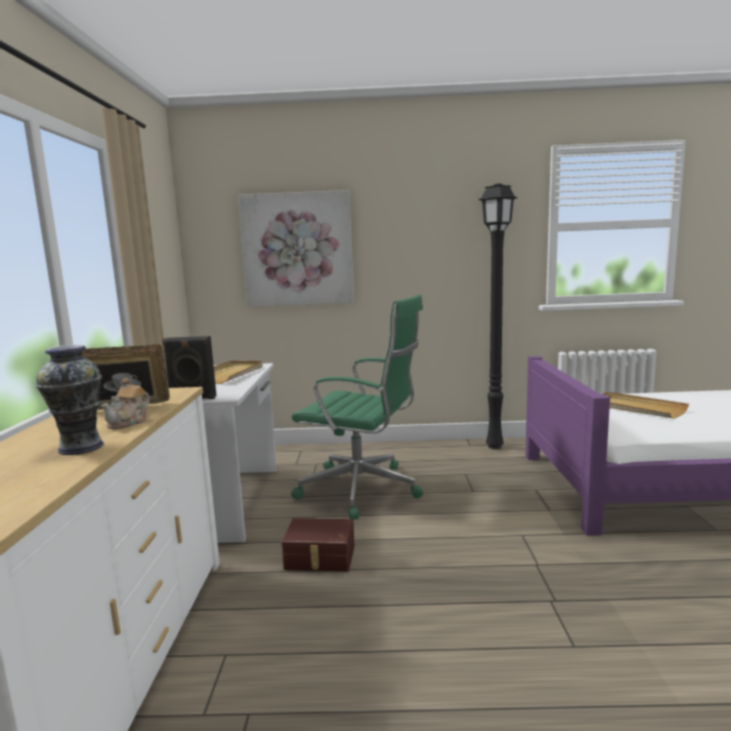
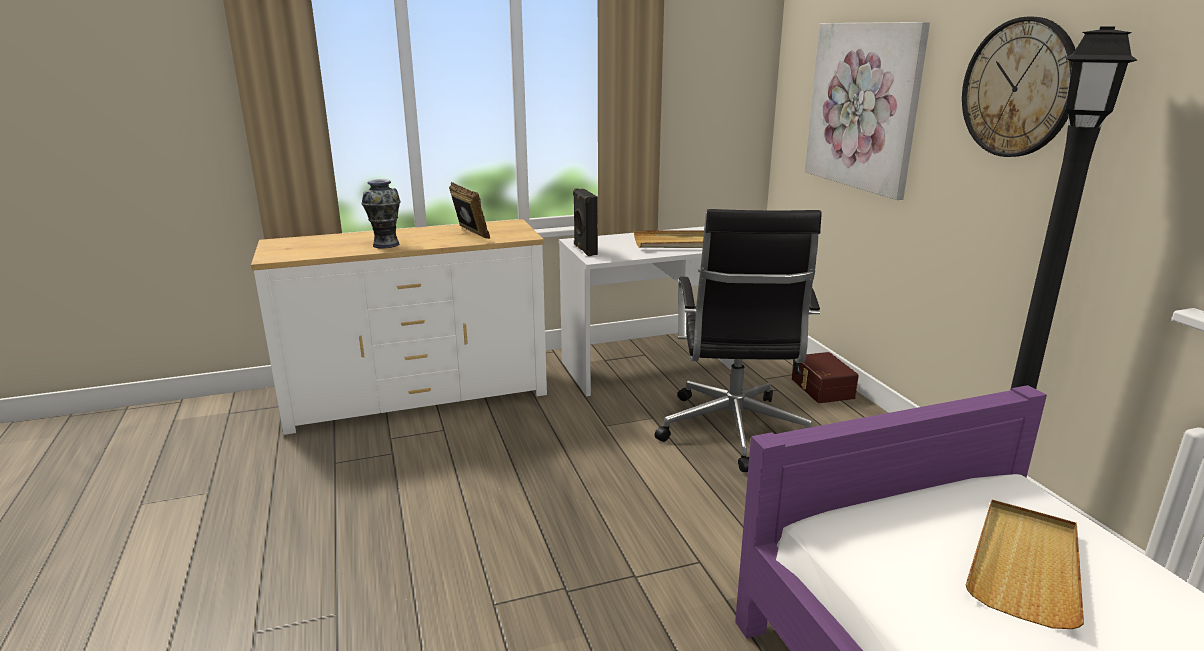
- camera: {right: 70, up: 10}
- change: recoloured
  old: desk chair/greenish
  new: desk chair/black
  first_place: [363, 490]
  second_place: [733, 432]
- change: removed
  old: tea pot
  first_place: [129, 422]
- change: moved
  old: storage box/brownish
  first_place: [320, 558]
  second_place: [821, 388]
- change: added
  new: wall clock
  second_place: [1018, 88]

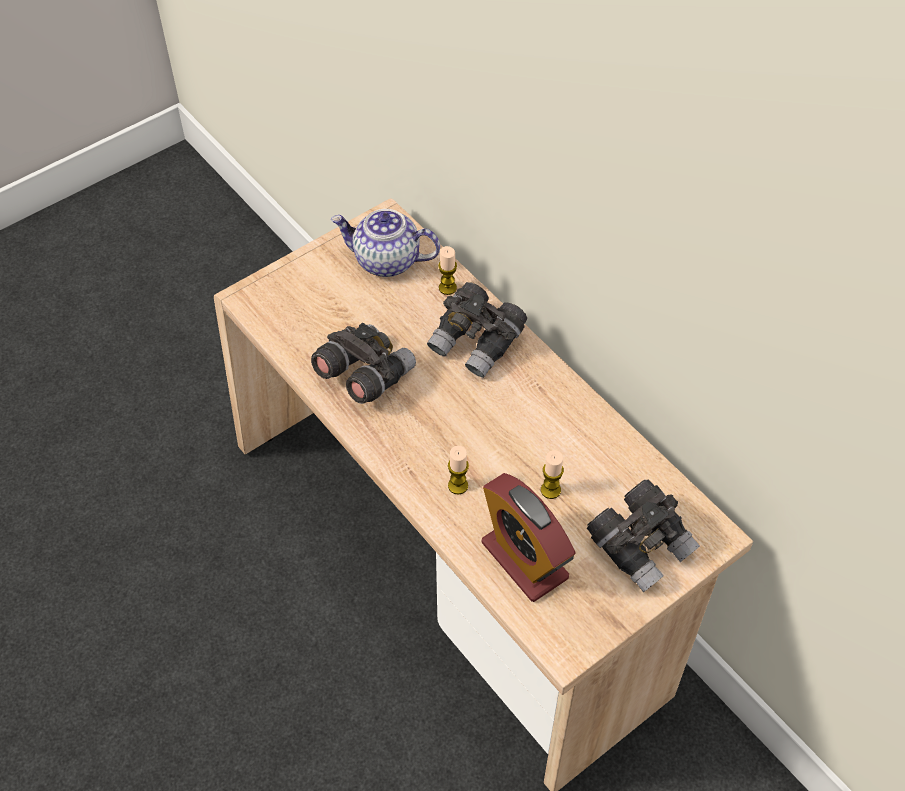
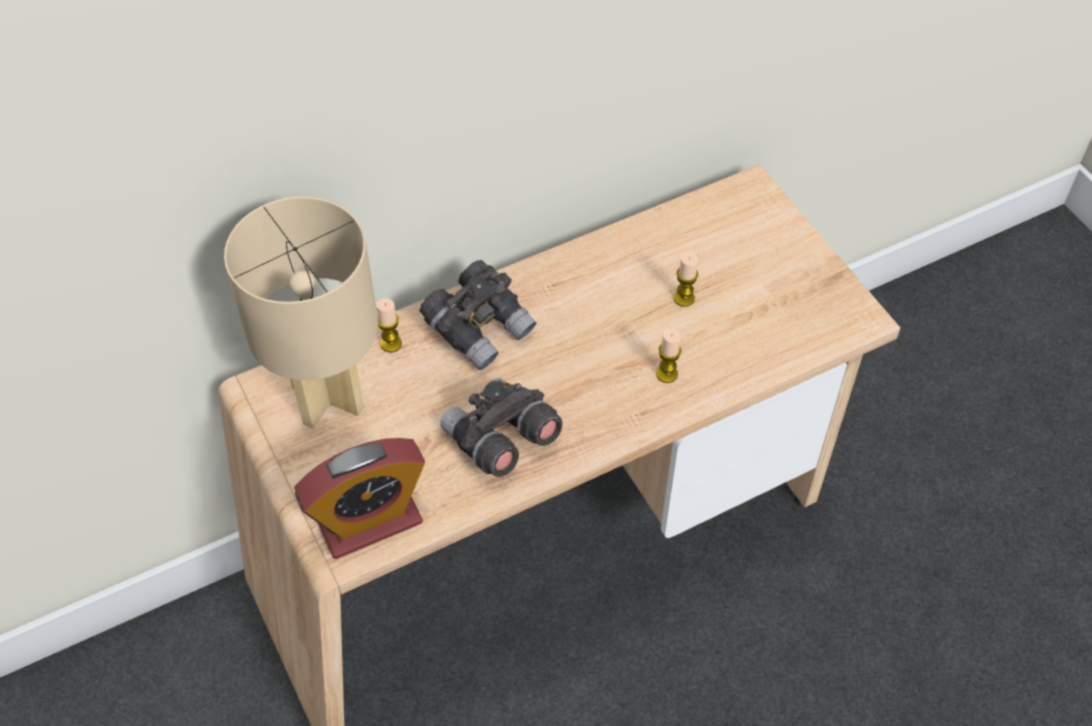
- camera: {right: -80, up: 0}
- change: replaced
  old: tea pot
  new: table lamp/beige-coloured
  first_place: [386, 261]
  second_place: [330, 398]
- change: moved
  old: table clock
  first_place: [524, 560]
  second_place: [369, 521]
- change: removed
  old: binoculars/gray
  first_place: [641, 545]

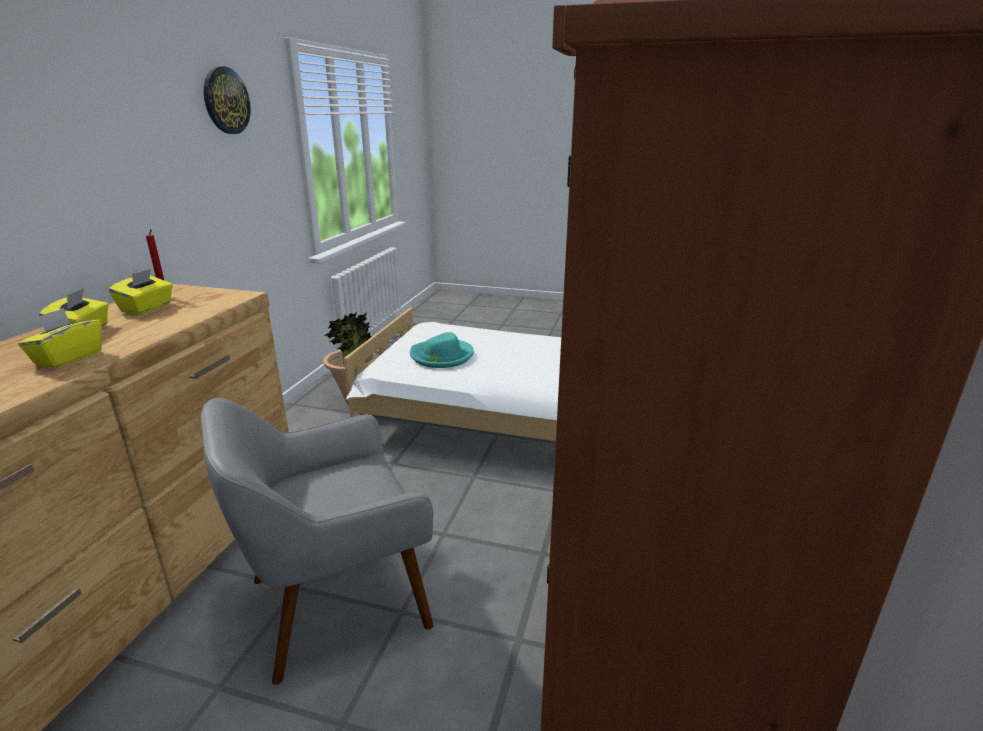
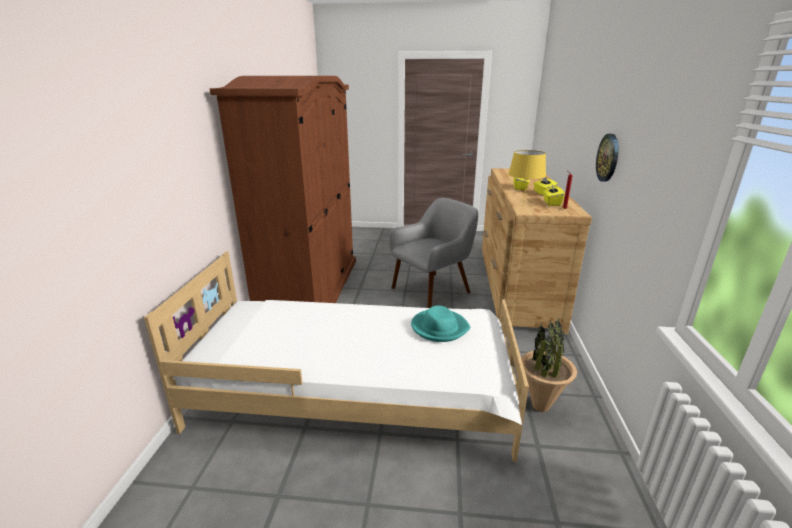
- camera: {right: 170, up: 0}
- change: moved
  old: wall clock
  first_place: [226, 101]
  second_place: [608, 158]
- change: added
  new: table lamp/yellow
  second_place: [523, 207]

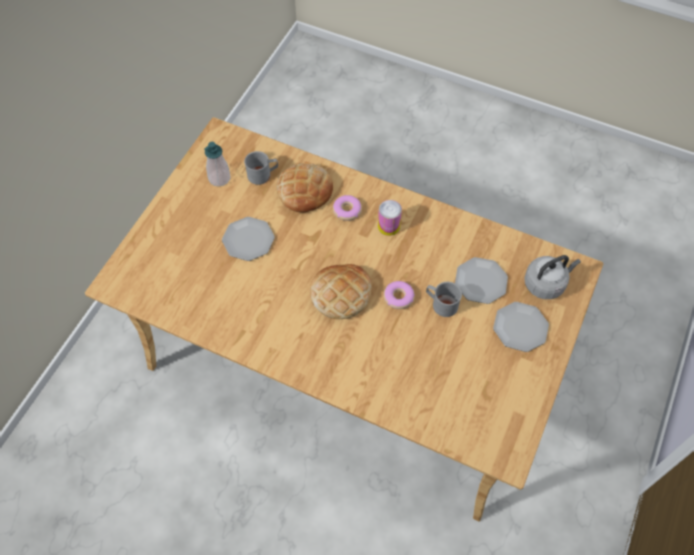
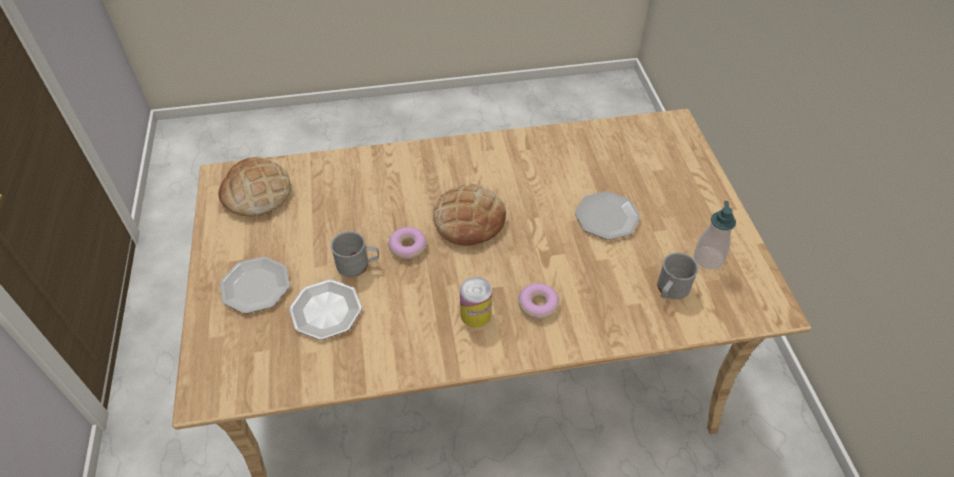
- camera: {right: 145, up: -10}
- change: moved
  old: bakery bread
  first_place: [304, 190]
  second_place: [256, 192]
- change: removed
  old: kettle/gray
  first_place: [546, 283]

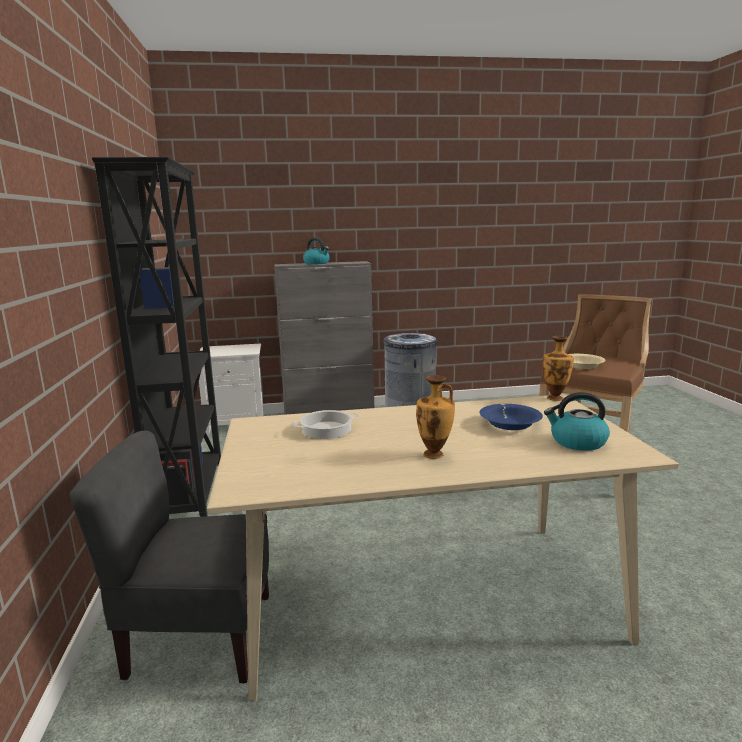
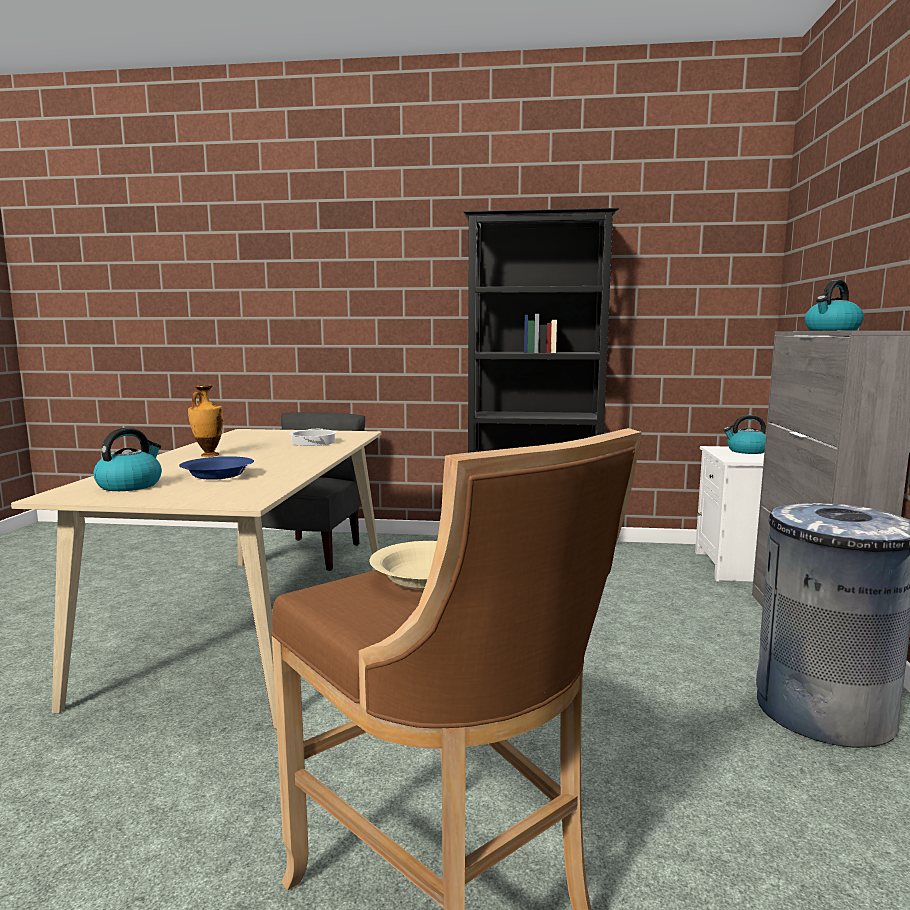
- camera: {right: 105, up: -5}
- change: removed
  old: flower vase
  first_place: [555, 398]
- change: added
  new: kettle
  second_place: [746, 451]

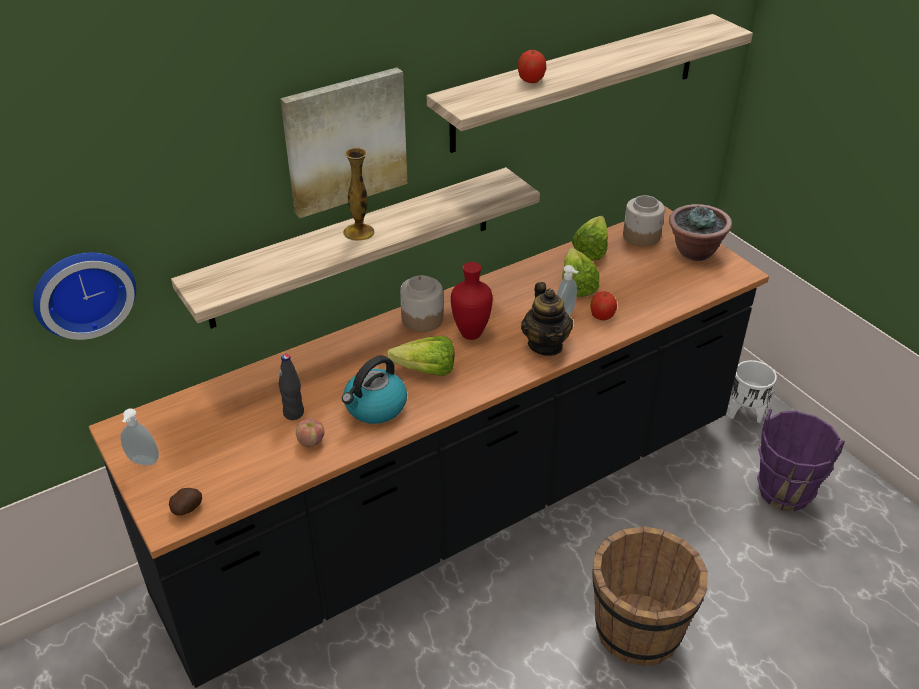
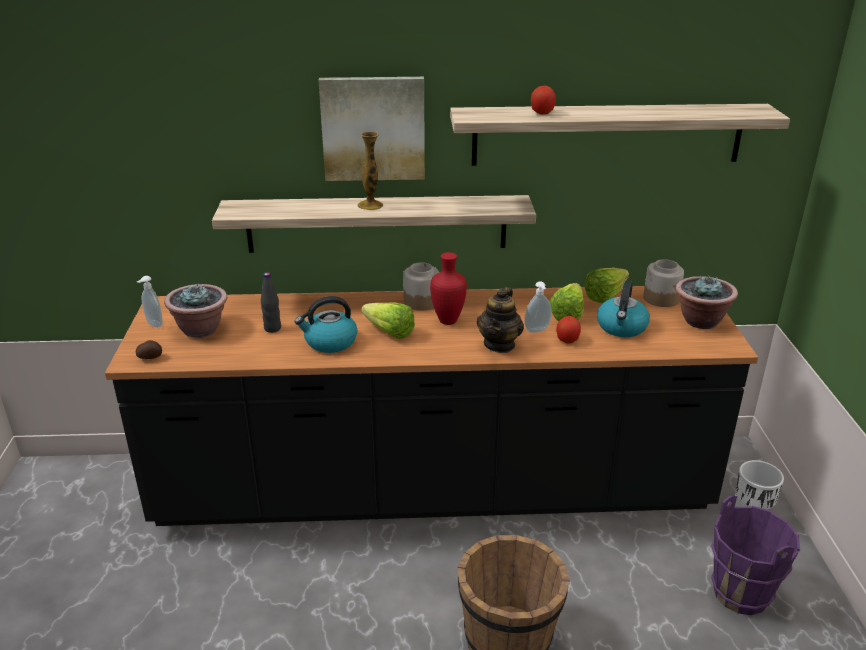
- camera: {right: 30, up: -10}
- change: removed
  old: wall clock
  first_place: [83, 291]
- change: removed
  old: apple
  first_place: [311, 441]
- change: added
  new: kettle
  second_place: [622, 328]
- change: added
  new: plant in a pot
  second_place: [201, 329]

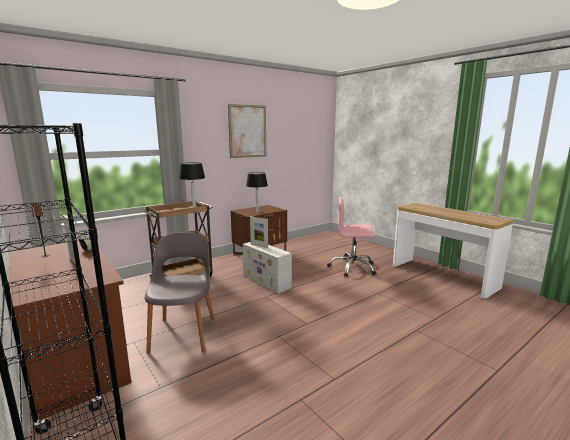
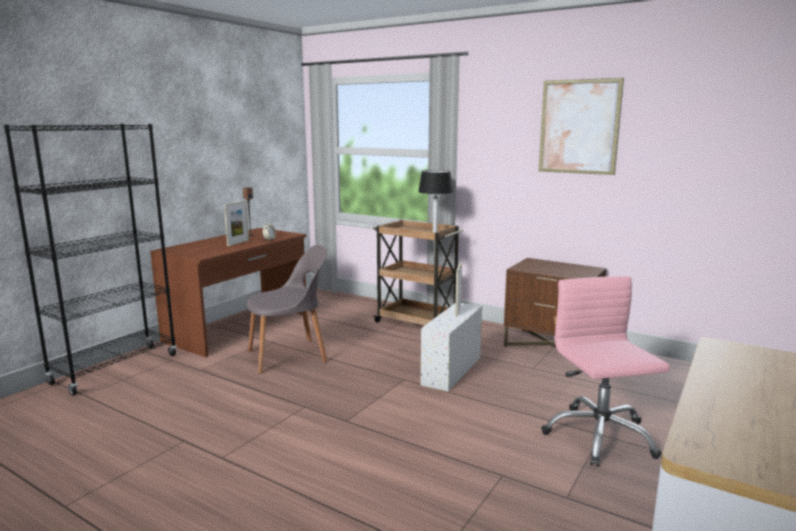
- camera: {right: 70, up: 0}
- change: removed
  old: table lamp/black
  first_place: [257, 211]

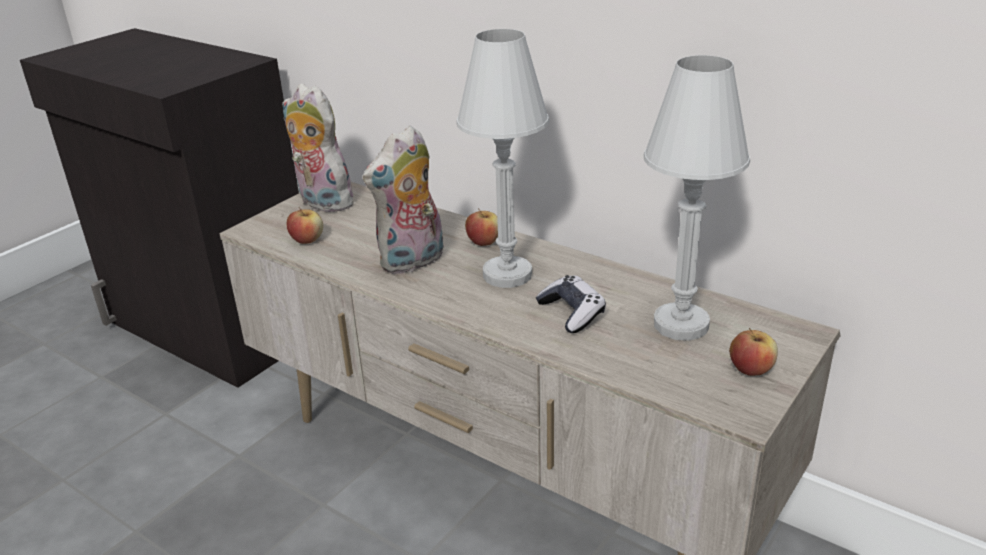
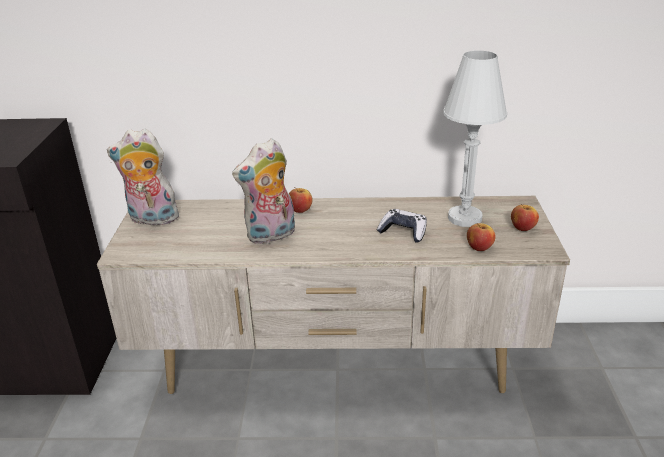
- camera: {right: -35, up: 0}
- change: removed
  old: table lamp/white-coloured
  first_place: [507, 275]
- change: turned
  old: plush toy
  first_place: [413, 262]
  second_place: [271, 236]
  degrees: 45
- change: moved
  old: apple
  first_place: [307, 240]
  second_place: [479, 247]

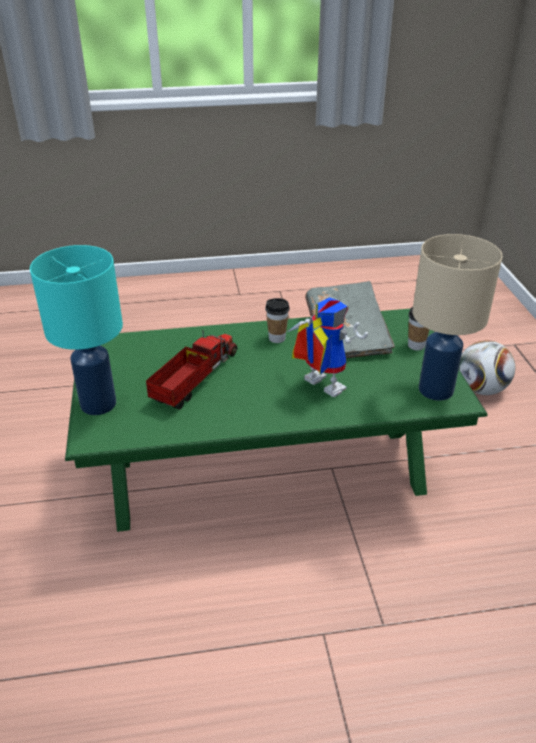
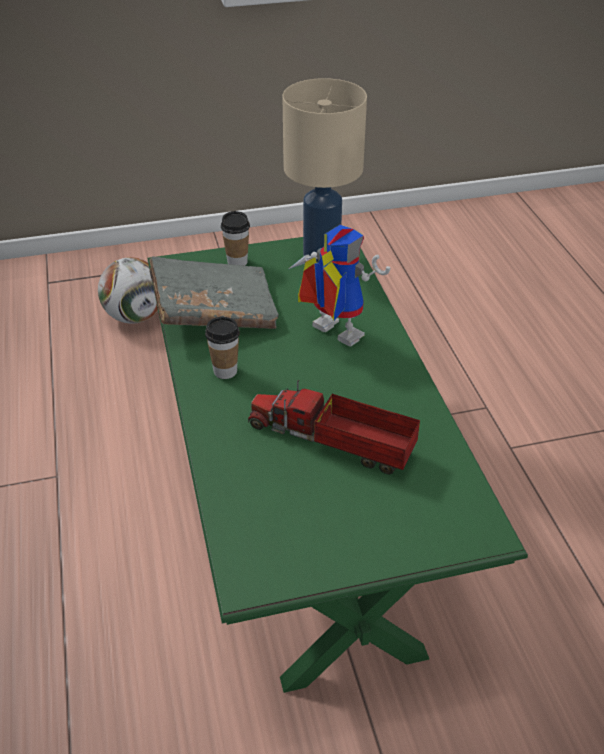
- camera: {right: -95, up: 5}
- change: removed
  old: table lamp/turquoise-coloured
  first_place: [98, 403]
- change: turned
  old: model robot
  first_place: [317, 386]
  second_place: [329, 334]
  degrees: 90

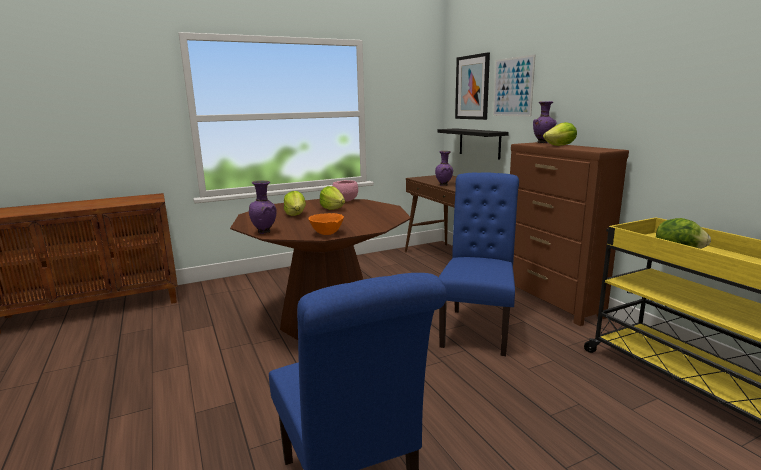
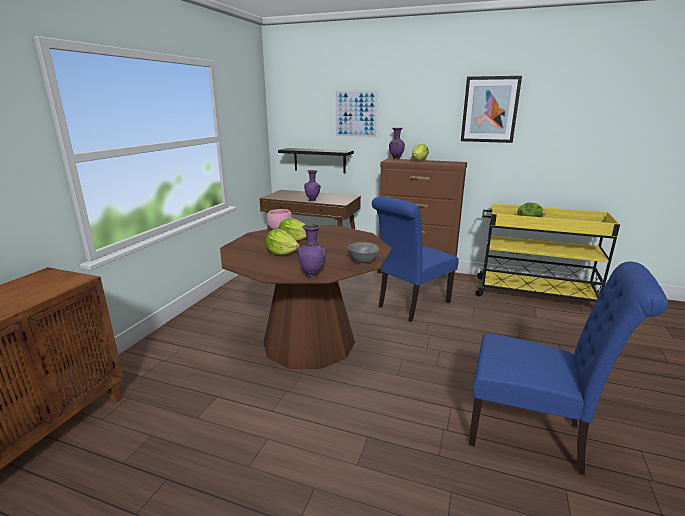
- camera: {right: -45, up: 5}
- change: moved
  old: picture
  first_place: [472, 87]
  second_place: [490, 109]
- change: turned
  old: upright chair/bluish
  first_place: [477, 328]
  second_place: [410, 305]
  degrees: -105
- change: recoloured
  old: bowl/orange-coloured
  new: bowl/gray
  first_place: [327, 234]
  second_place: [363, 262]

